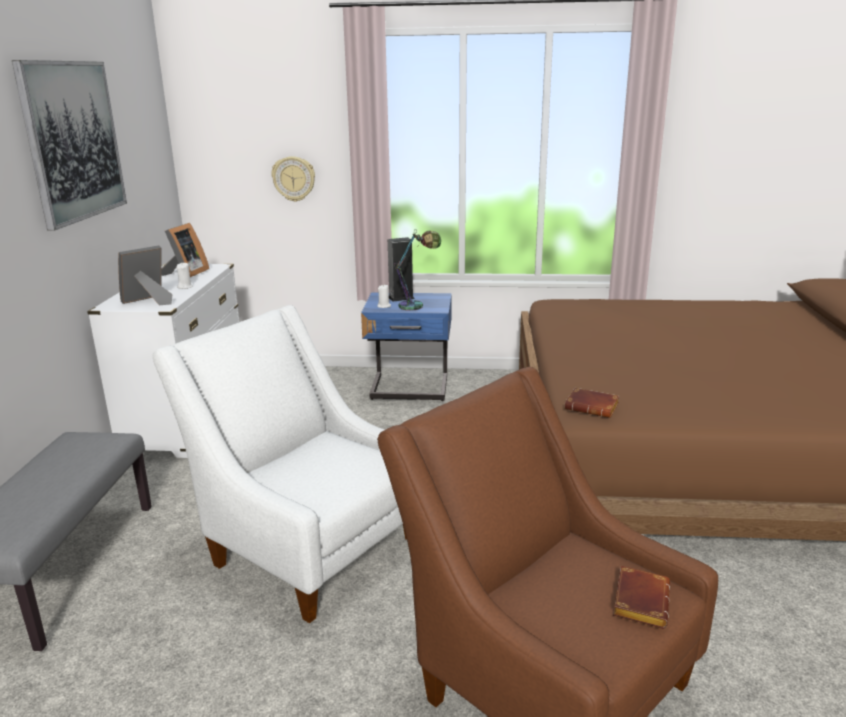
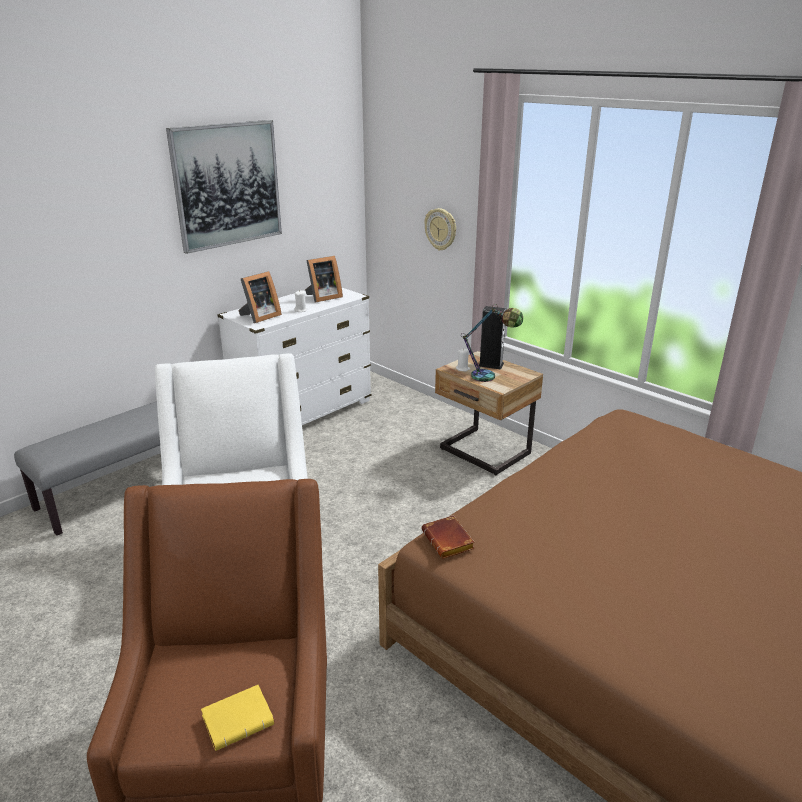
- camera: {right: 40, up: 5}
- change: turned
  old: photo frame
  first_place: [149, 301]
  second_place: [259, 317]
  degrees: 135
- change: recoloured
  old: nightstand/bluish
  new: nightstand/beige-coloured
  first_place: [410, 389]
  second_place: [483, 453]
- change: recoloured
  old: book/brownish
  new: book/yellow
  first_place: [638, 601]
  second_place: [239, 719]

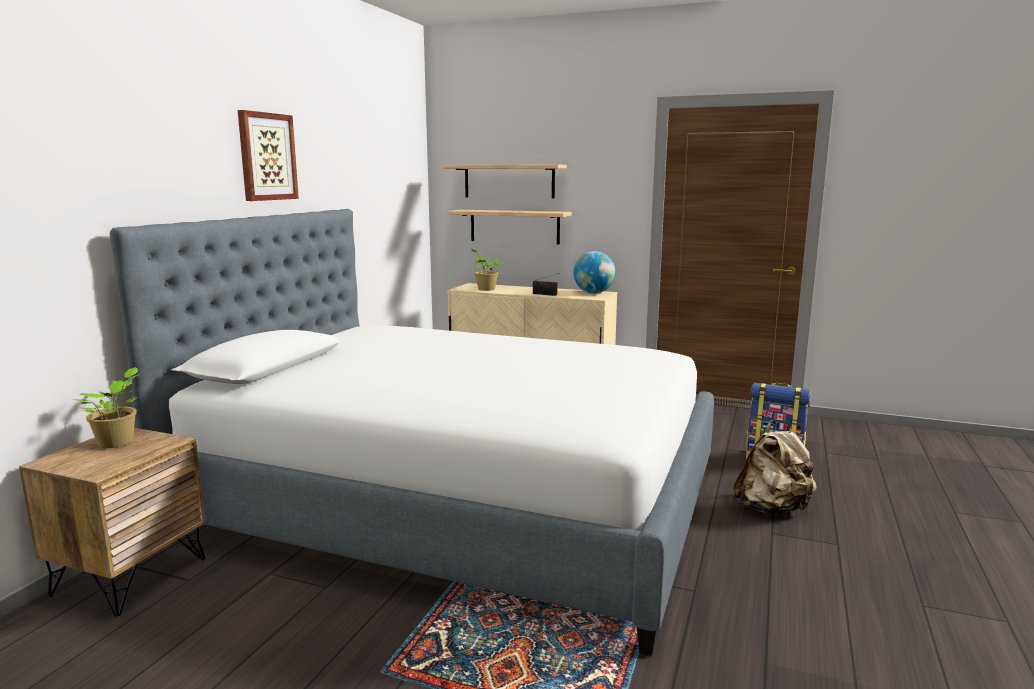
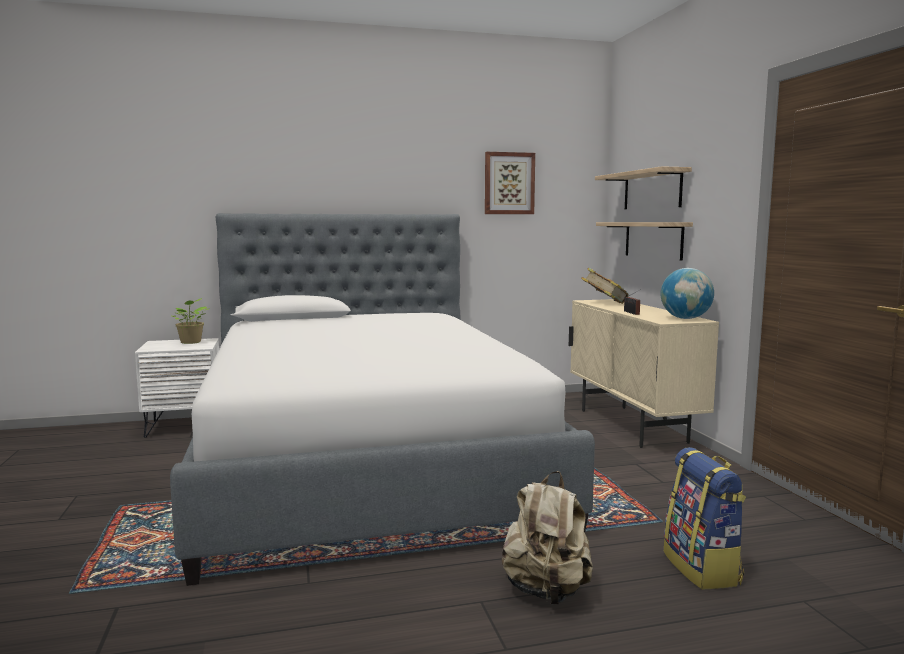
- camera: {right: 55, up: -5}
- change: moved
  old: picture
  first_place: [267, 157]
  second_place: [509, 183]
- change: replaced
  old: plant in a pot
  new: book
  first_place: [485, 289]
  second_place: [604, 303]
- change: recoloured
  old: nightstand/brownish
  new: nightstand/white-coloured
  first_place: [130, 576]
  second_place: [184, 426]

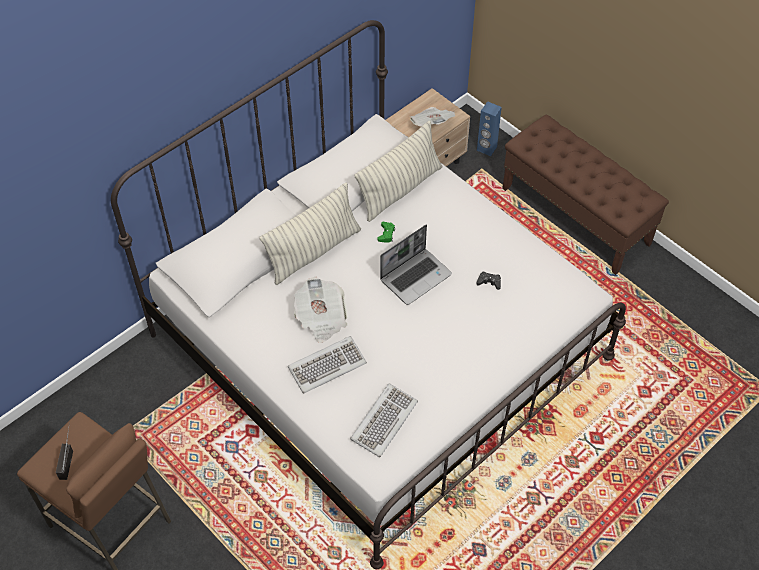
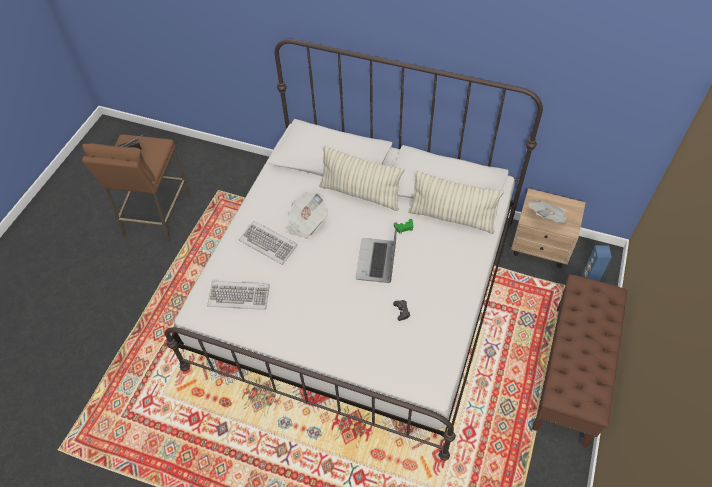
- camera: {right: 65, up: 0}
- change: turned
  old: portable computer
  first_place: [416, 276]
  second_place: [377, 262]
  degrees: 75

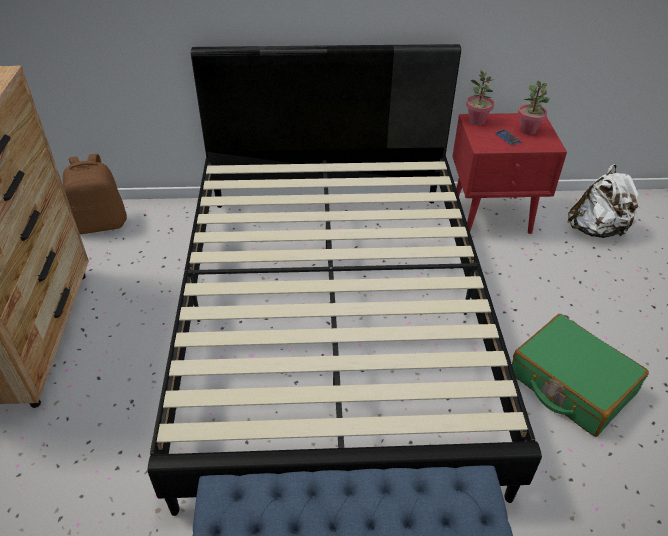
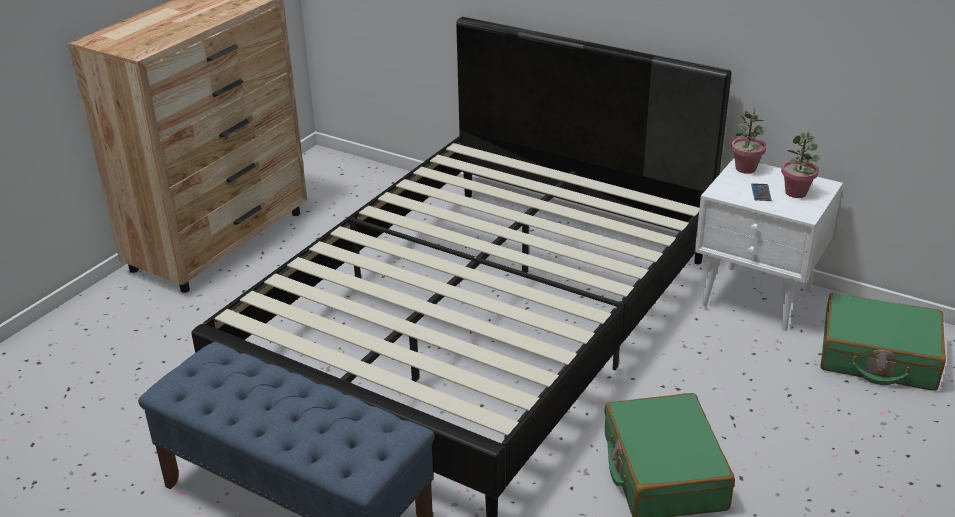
- camera: {right: 35, up: -10}
- change: recoloured
  old: nightstand/red-coloured
  new: nightstand/white-coloured
  first_place: [493, 215]
  second_place: [757, 298]
- change: removed
  old: rucksack/brownish
  first_place: [101, 223]
- change: replaced
  old: rucksack/white-coloured
  new: travel case/greenish
  first_place: [596, 230]
  second_place: [877, 357]

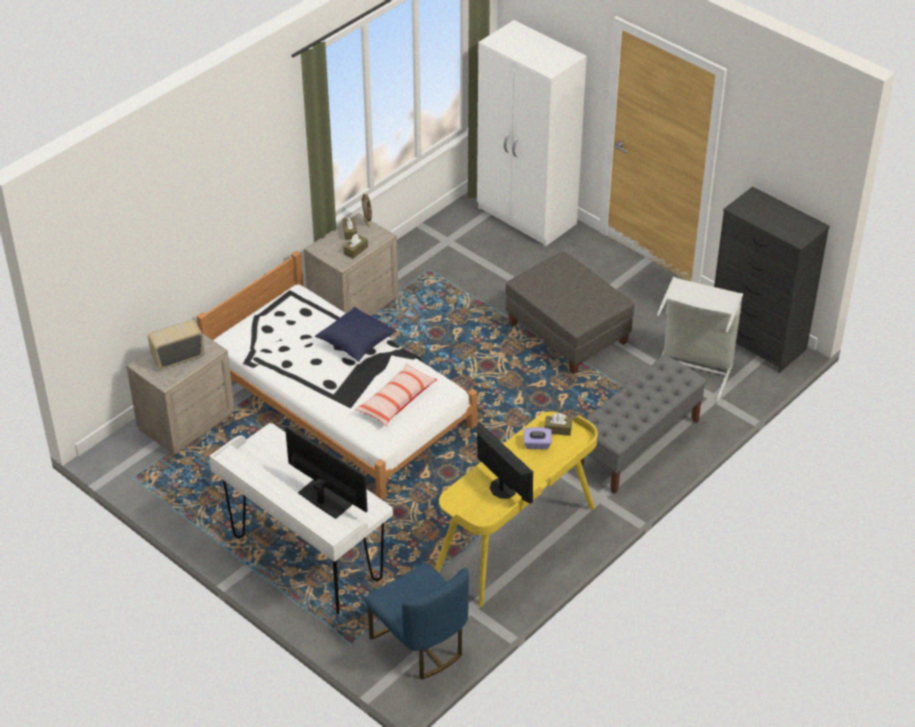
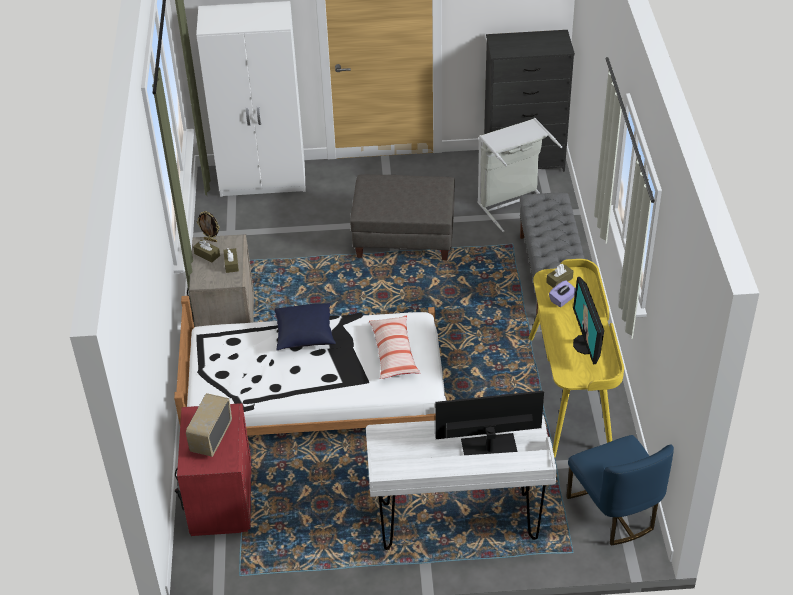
- camera: {right: -45, up: 0}
- change: recoloured
  old: nightstand/beige-coloured
  new: nightstand/red-coloured
  first_place: [185, 421]
  second_place: [220, 500]
- change: turned
  old: computer screen
  first_place: [502, 488]
  second_place: [586, 344]
  degrees: -105
- change: turned
  old: upright chair/bluish
  first_place: [420, 644]
  second_place: [614, 511]
  degrees: 60

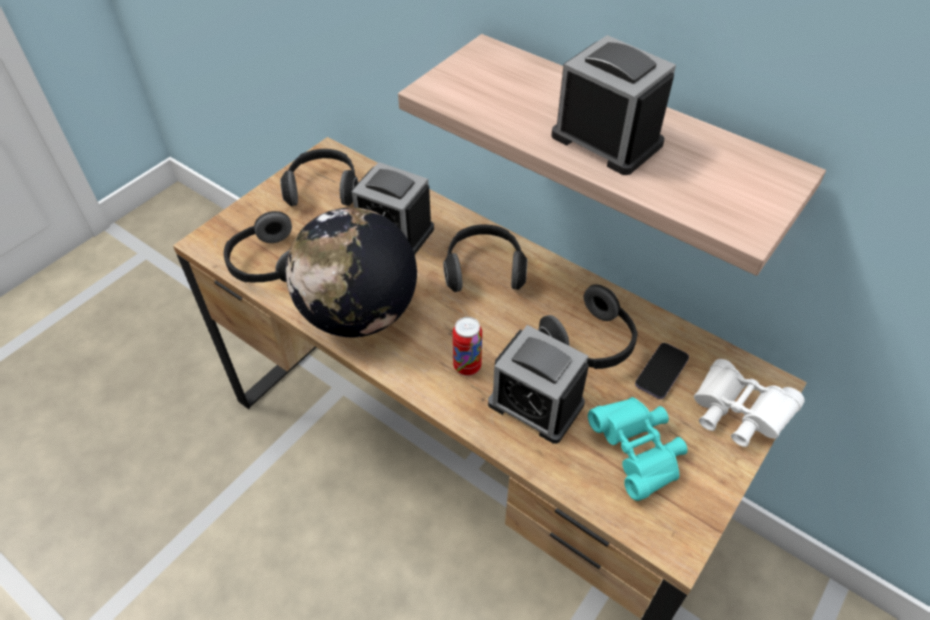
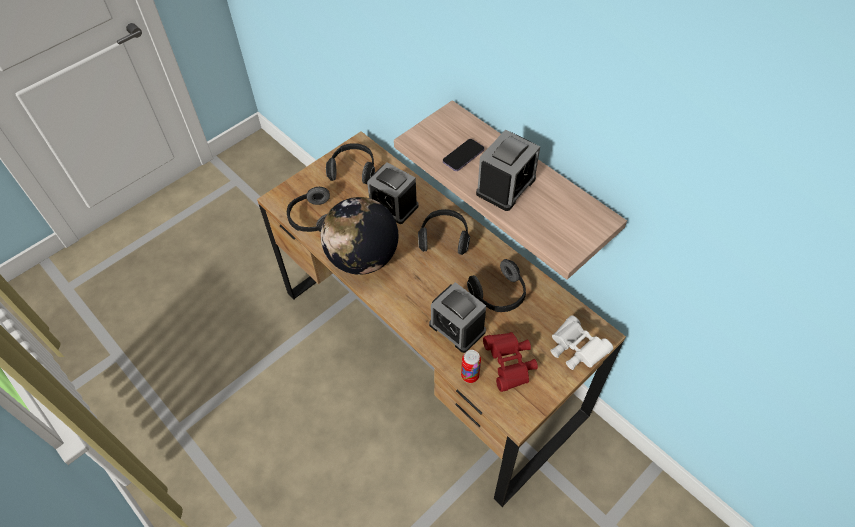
- camera: {right: 10, up: 5}
- change: turned
  old: table clock
  first_place: [606, 140]
  second_place: [506, 186]
  degrees: 75
- change: moved
  old: can
  first_place: [467, 366]
  second_place: [470, 376]
- change: moved
  old: telephone
  first_place: [661, 372]
  second_place: [463, 156]
- change: recoloured
  old: binoculars/turquoise-coloured
  new: binoculars/red-coloured
  first_place: [637, 453]
  second_place: [510, 365]

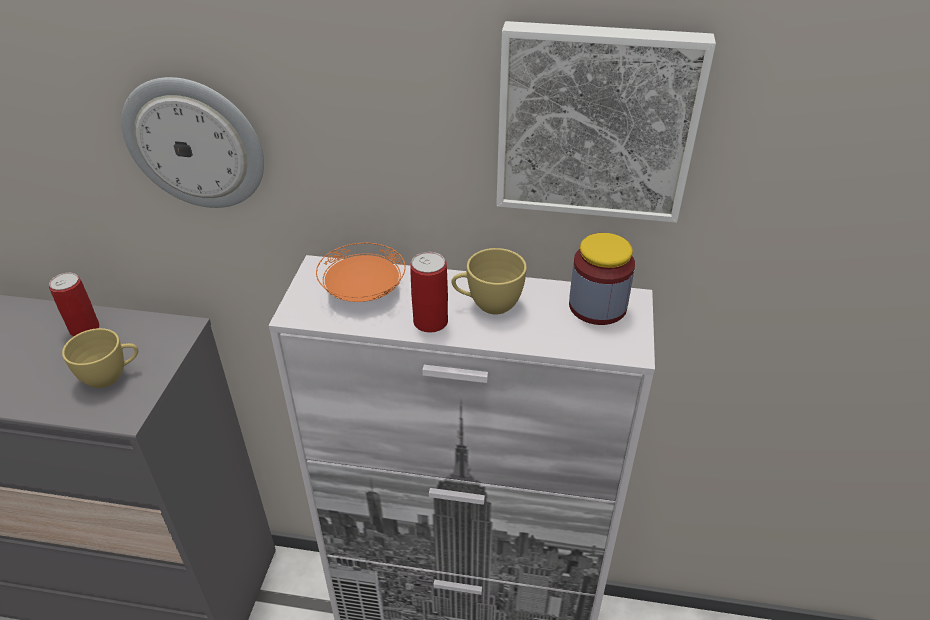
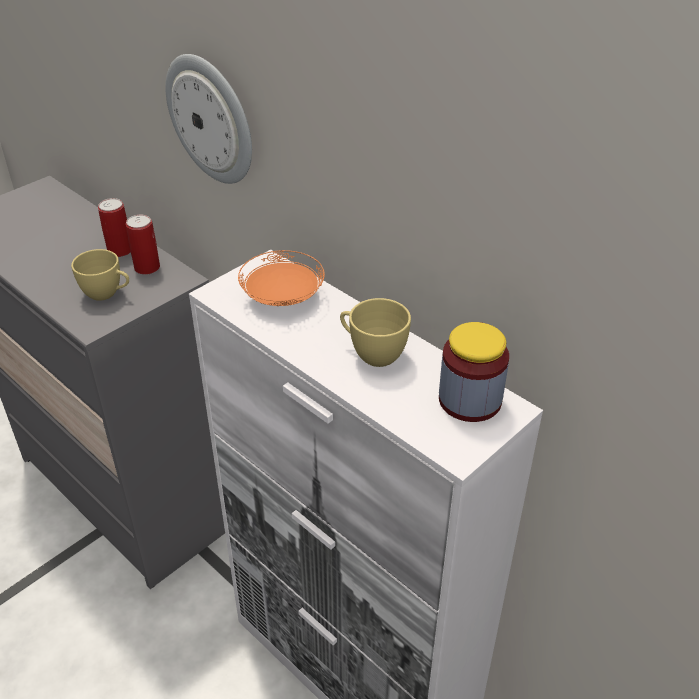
- camera: {right: 35, up: 0}
- change: removed
  old: picture
  first_place: [596, 121]
- change: moved
  old: can
  first_place: [430, 322]
  second_place: [147, 268]

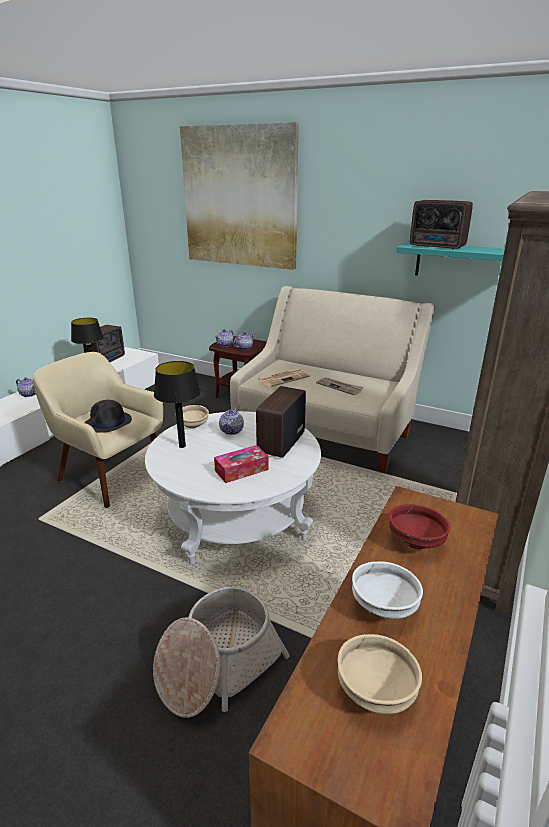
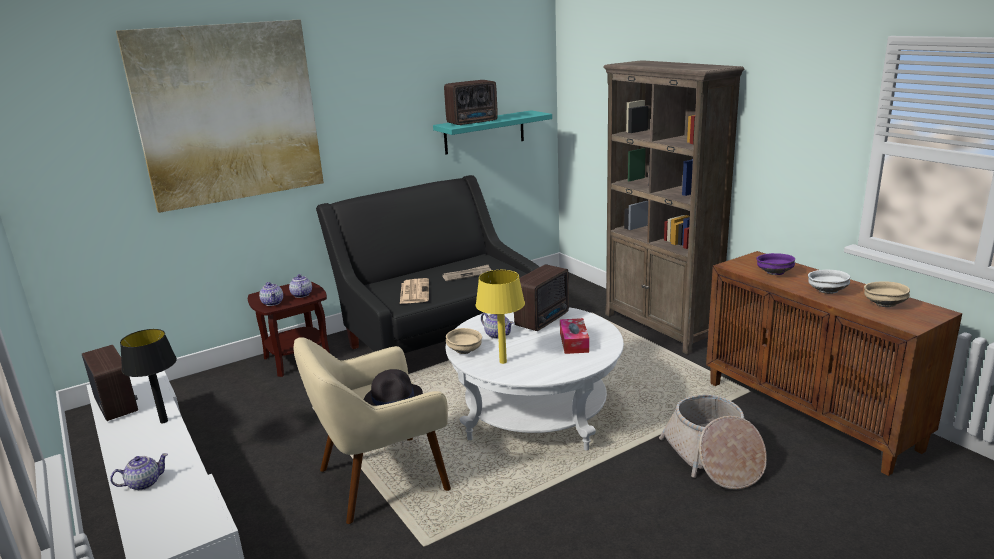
- camera: {right: -60, up: -5}
- change: recoloured
  old: couch/beige-coloured
  new: couch/black
  first_place: [326, 430]
  second_place: [439, 334]
- change: recoloured
  old: table lamp/black
  new: table lamp/yellow
  first_place: [182, 446]
  second_place: [503, 362]
- change: turned
  old: radio set
  first_place: [279, 443]
  second_place: [544, 319]
  degrees: -105
- change: recoloured
  old: bowl/red-coloured
  new: bowl/purplish
  first_place: [416, 541]
  second_place: [774, 273]

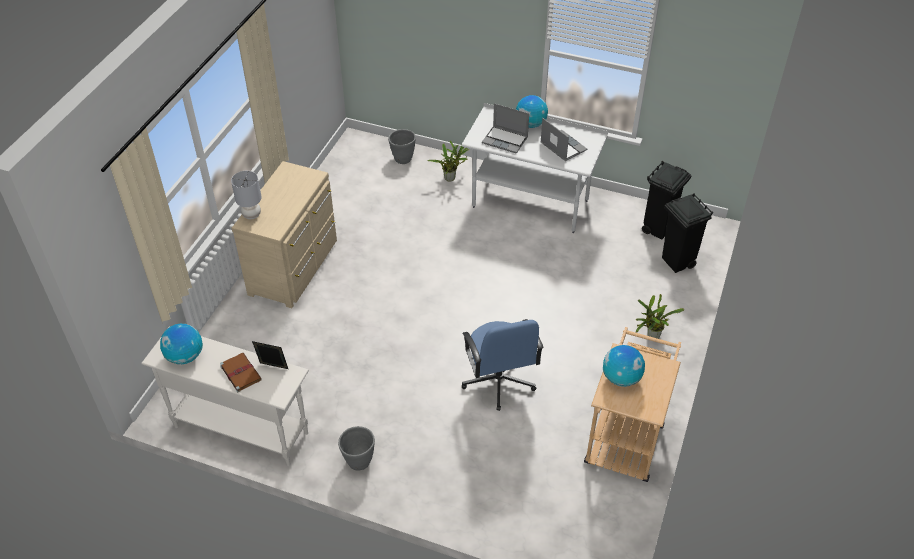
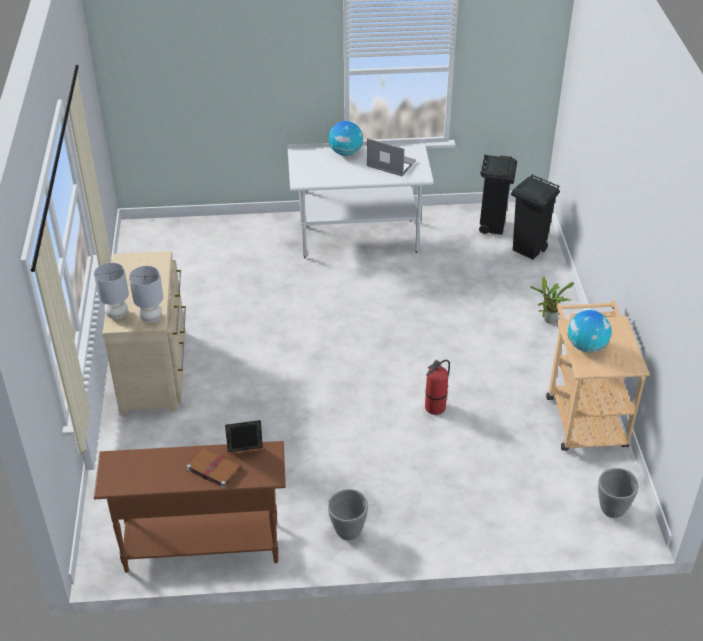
- camera: {right: -25, up: -5}
- change: removed
  old: portable computer
  first_place: [505, 140]
- change: moved
  old: planter/gray
  first_place: [402, 159]
  second_place: [612, 509]
- change: removed
  old: plant in a pot
  first_place: [451, 178]
- change: replaced
  old: desk chair/bluish
  new: extinguisher
  first_place: [498, 381]
  second_place: [435, 408]
- change: removed
  old: world globe
  first_place: [185, 356]
- change: recoloured
  old: hall table/white-coloured
  new: hall table/brownish
  first_place: [241, 429]
  second_place: [201, 547]
- change: added
  new: table lamp/gray
  second_place: [151, 318]

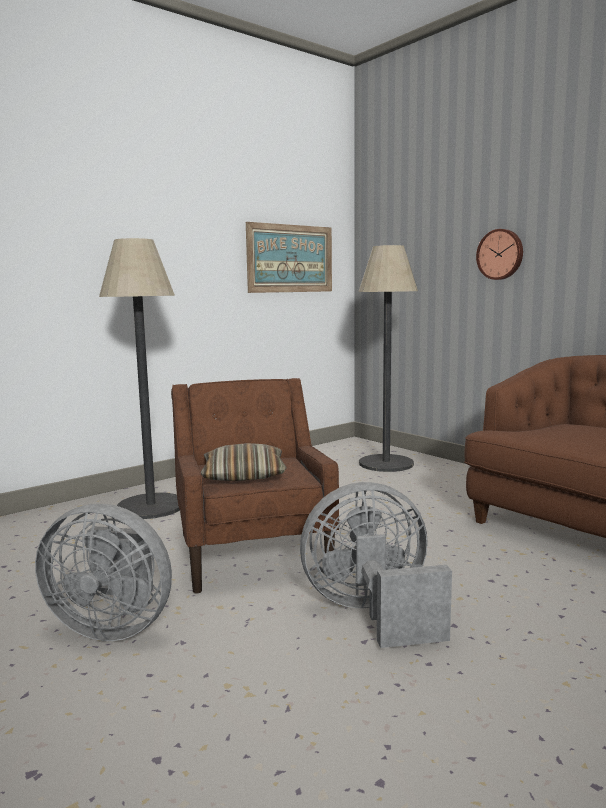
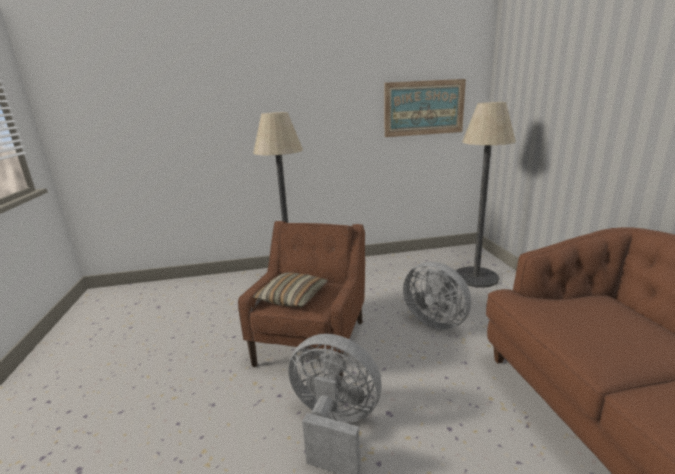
- camera: {right: 30, up: 10}
- change: removed
  old: wall clock
  first_place: [500, 254]
- change: moved
  old: fan/gray
  first_place: [113, 626]
  second_place: [436, 321]

